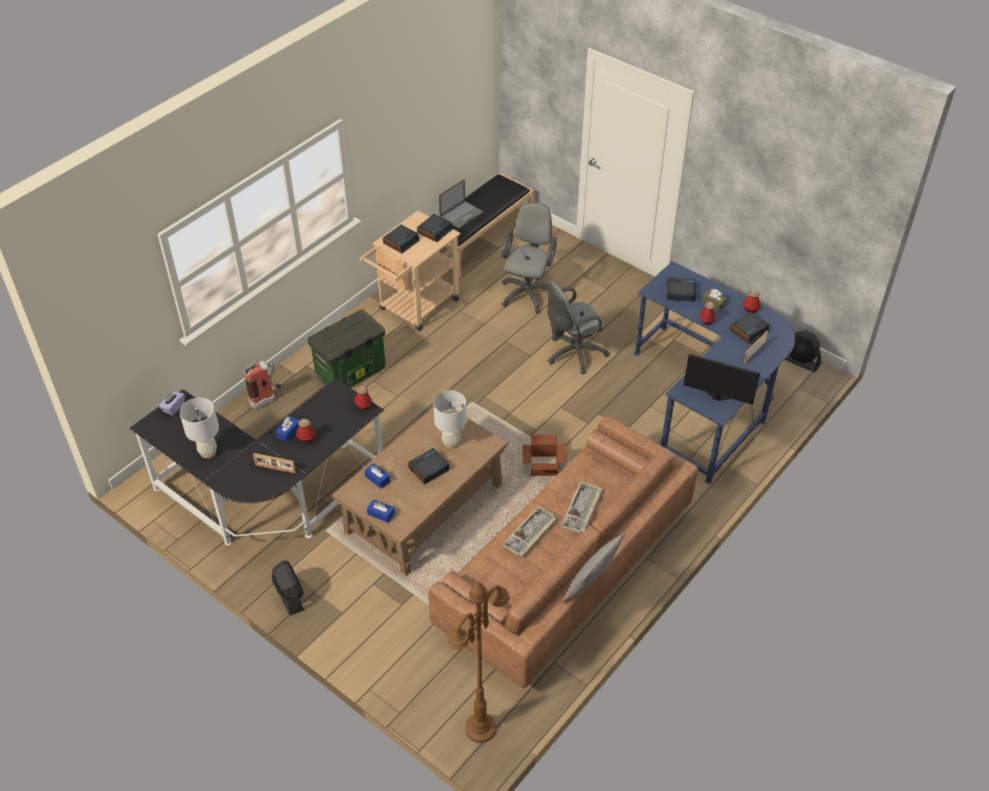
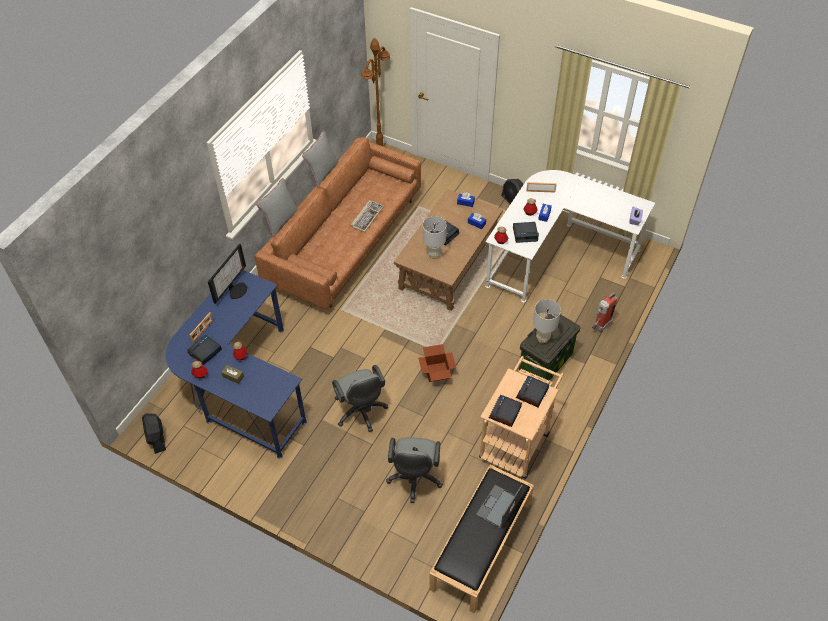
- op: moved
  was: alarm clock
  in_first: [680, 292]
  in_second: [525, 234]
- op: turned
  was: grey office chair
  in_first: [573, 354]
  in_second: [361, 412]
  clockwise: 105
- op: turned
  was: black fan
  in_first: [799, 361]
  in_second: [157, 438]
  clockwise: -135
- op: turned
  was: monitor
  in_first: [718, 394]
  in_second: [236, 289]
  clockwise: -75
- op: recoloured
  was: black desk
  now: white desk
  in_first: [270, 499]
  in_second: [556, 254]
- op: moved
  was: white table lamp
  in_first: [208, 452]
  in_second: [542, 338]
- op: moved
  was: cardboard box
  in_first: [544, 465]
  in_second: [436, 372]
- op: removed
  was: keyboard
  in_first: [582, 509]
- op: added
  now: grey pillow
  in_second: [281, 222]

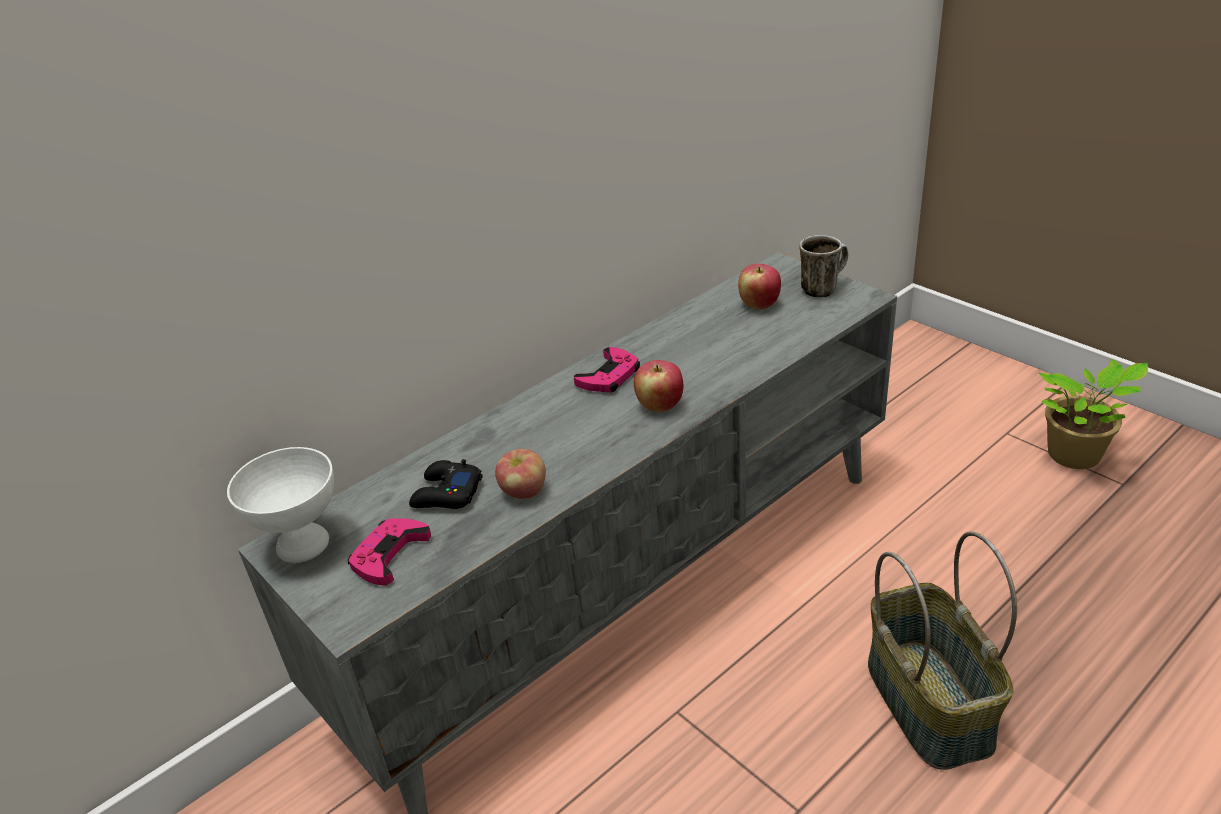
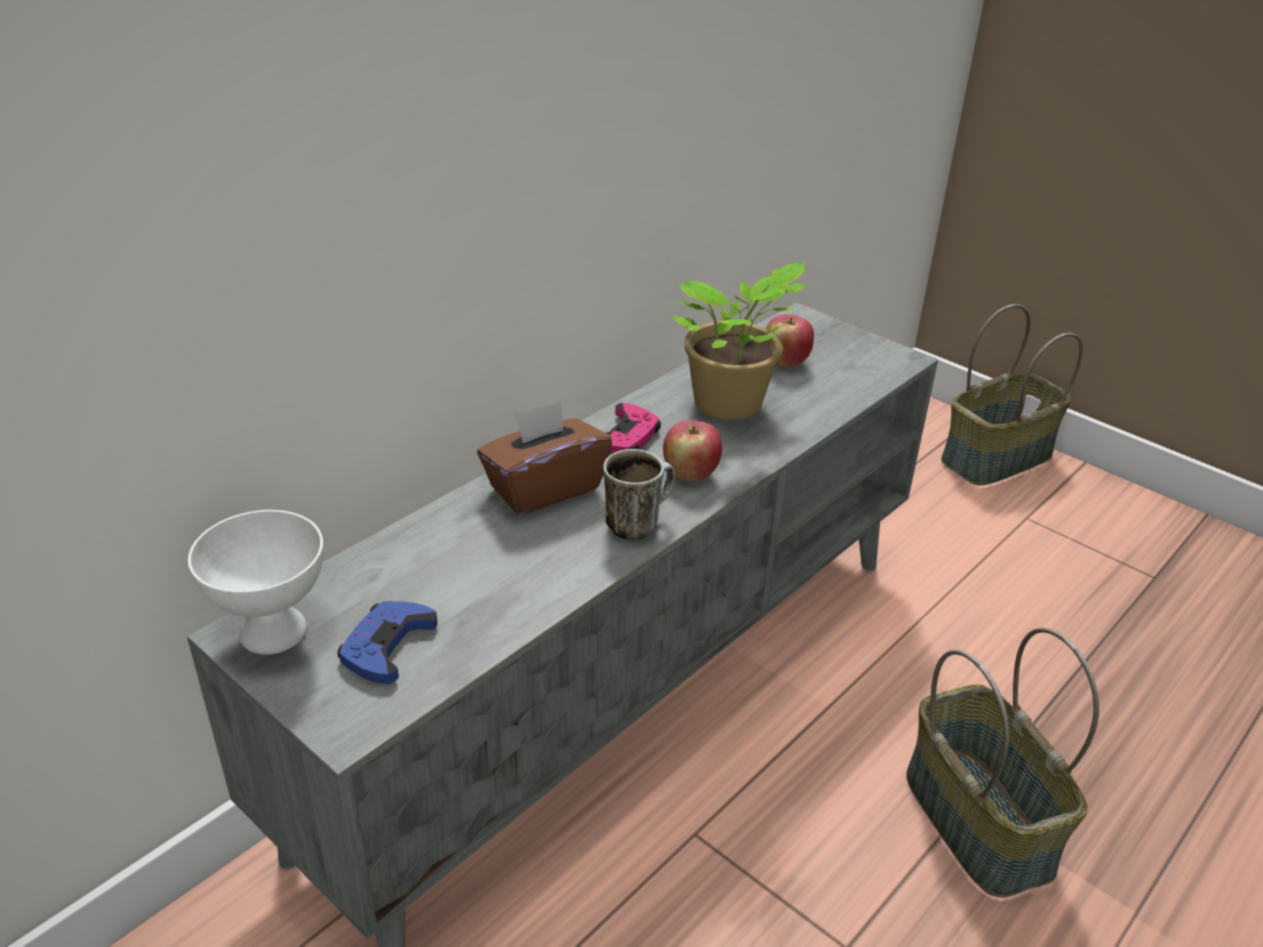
- op: moved
  was: mug
  in_first: [822, 288]
  in_second: [637, 522]
- op: moved
  was: potted plant
  in_first: [1076, 457]
  in_second: [730, 406]
- op: removed
  was: apple
  in_first: [524, 492]
- op: removed
  was: black game controller
  in_first: [446, 494]
- op: recoloured
  was: pink game controller
  now: blue game controller
  in_first: [389, 555]
  in_second: [387, 646]
- op: added
  now: basket
  in_second: [997, 459]
- op: added
  now: brown tissue box
  in_second: [544, 488]

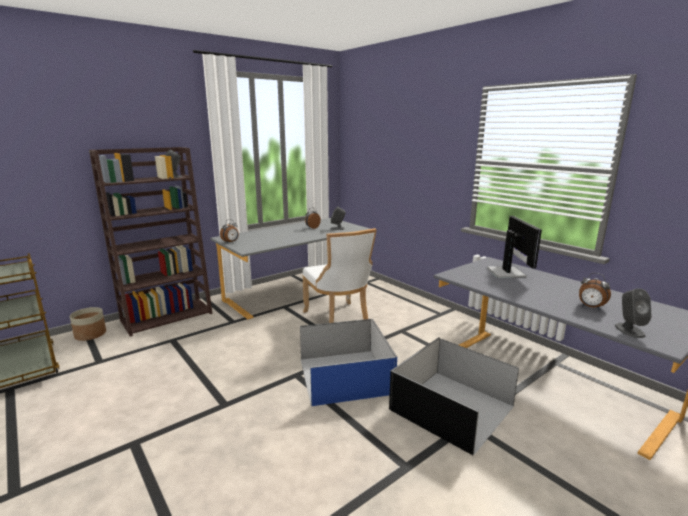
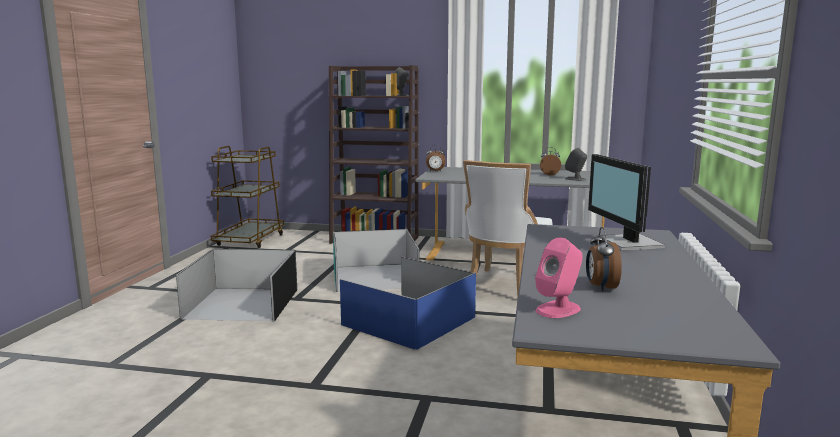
- op: turned
  was: monitor
  in_first: [507, 272]
  in_second: [628, 243]
  clockwise: 120
- op: recoloured
  was: grey speaker
  now: pink speaker
  in_first: [629, 330]
  in_second: [558, 309]
- op: removed
  was: planter
  in_first: [90, 334]
- op: moved
  was: black storage box
  in_first: [451, 408]
  in_second: [241, 303]
- op: added
  now: turquoise storage box
  in_second: [373, 277]

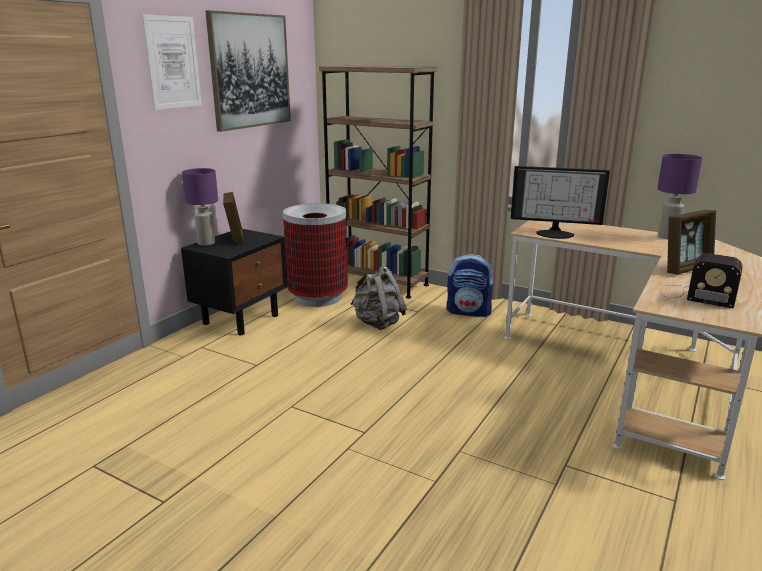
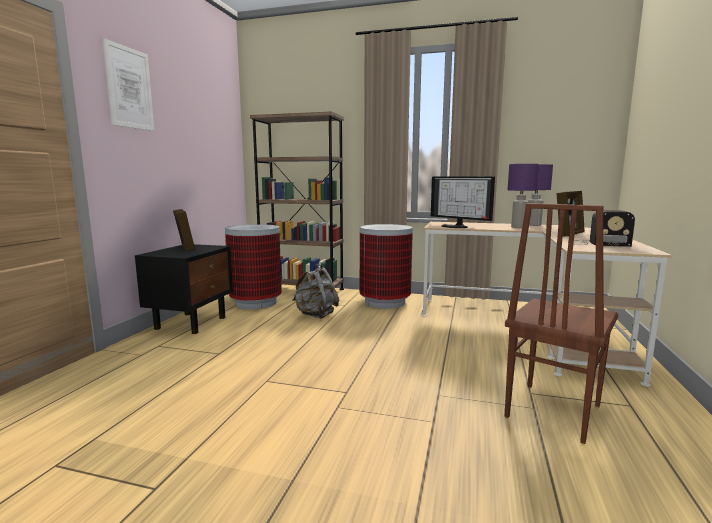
- op: removed
  was: picture
  in_first: [250, 71]
- op: turned
  was: monitor
  in_first: [555, 233]
  in_second: [456, 226]
  clockwise: 45
- op: moved
  was: purple table lamp
  in_first: [206, 243]
  in_second: [518, 227]
- op: replaced
  was: backpack
  now: trash can
  in_first: [469, 312]
  in_second: [385, 302]
- op: added
  now: brown chair
  in_second: [551, 411]

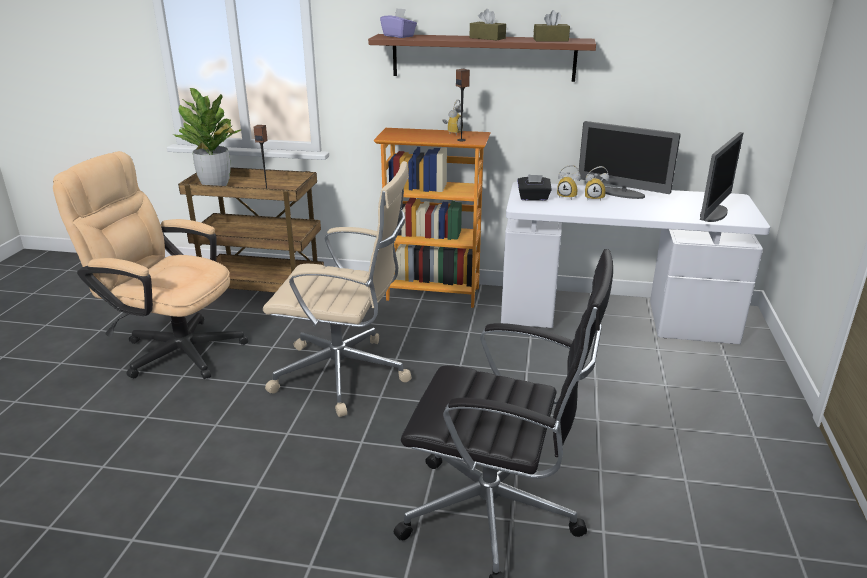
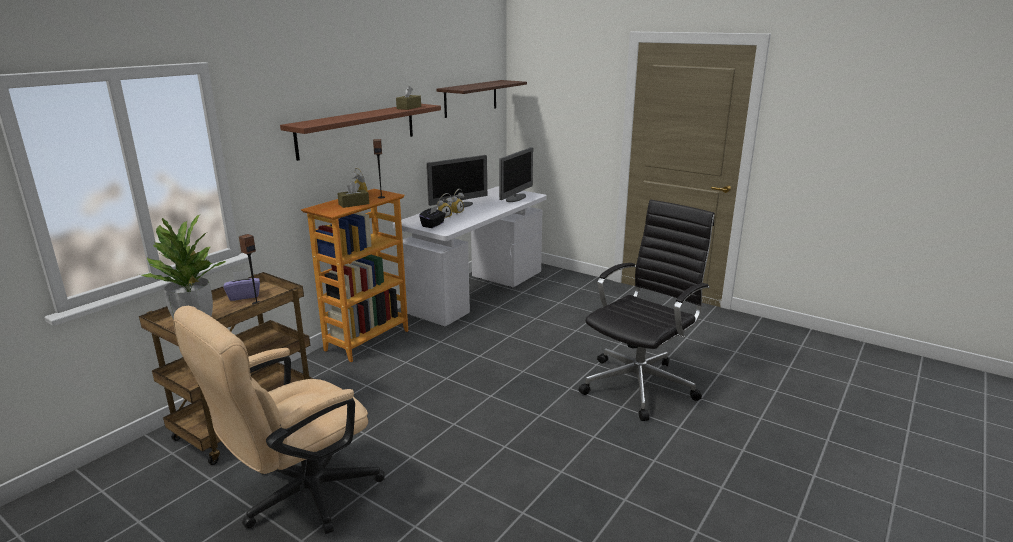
- op: moved
  was: purple tissue box
  in_first: [399, 36]
  in_second: [244, 296]
- op: moved
  was: brown tissue box
  in_first: [487, 38]
  in_second: [354, 204]
- op: turned
  was: monitor
  in_first: [713, 214]
  in_second: [516, 198]
  clockwise: 60
- op: removed
  was: beige office chair
  in_first: [345, 375]
- op: added
  now: shelf
  in_second: [471, 98]

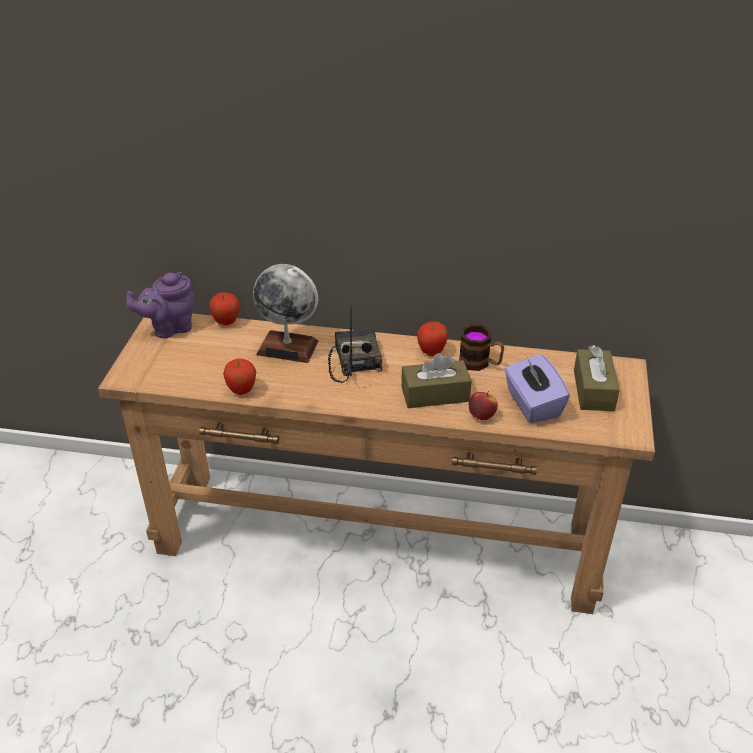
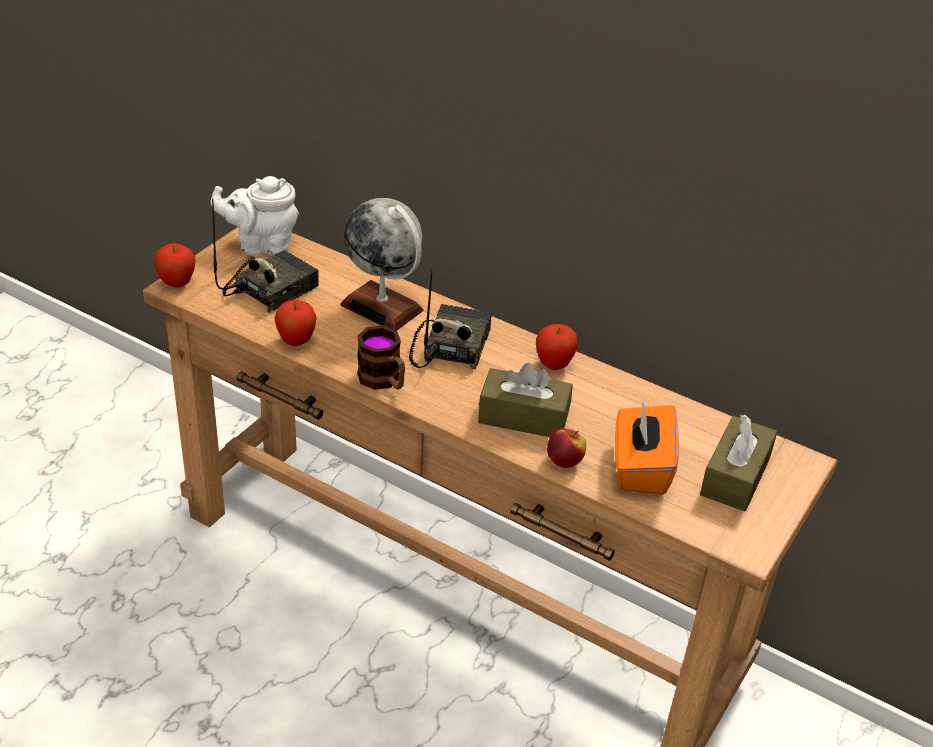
- op: recoloured
  was: purple teapot
  now: white teapot
  in_first: [169, 328]
  in_second: [261, 245]
- op: moved
  was: apple
  in_first: [226, 322]
  in_second: [177, 284]
- op: moved
  was: mug
  in_first: [480, 363]
  in_second: [384, 381]
- op: recoloured
  was: purple tissue box
  now: orange tissue box
  in_first: [532, 404]
  in_second: [640, 468]
- op: added
  now: radio
  in_second: [270, 289]

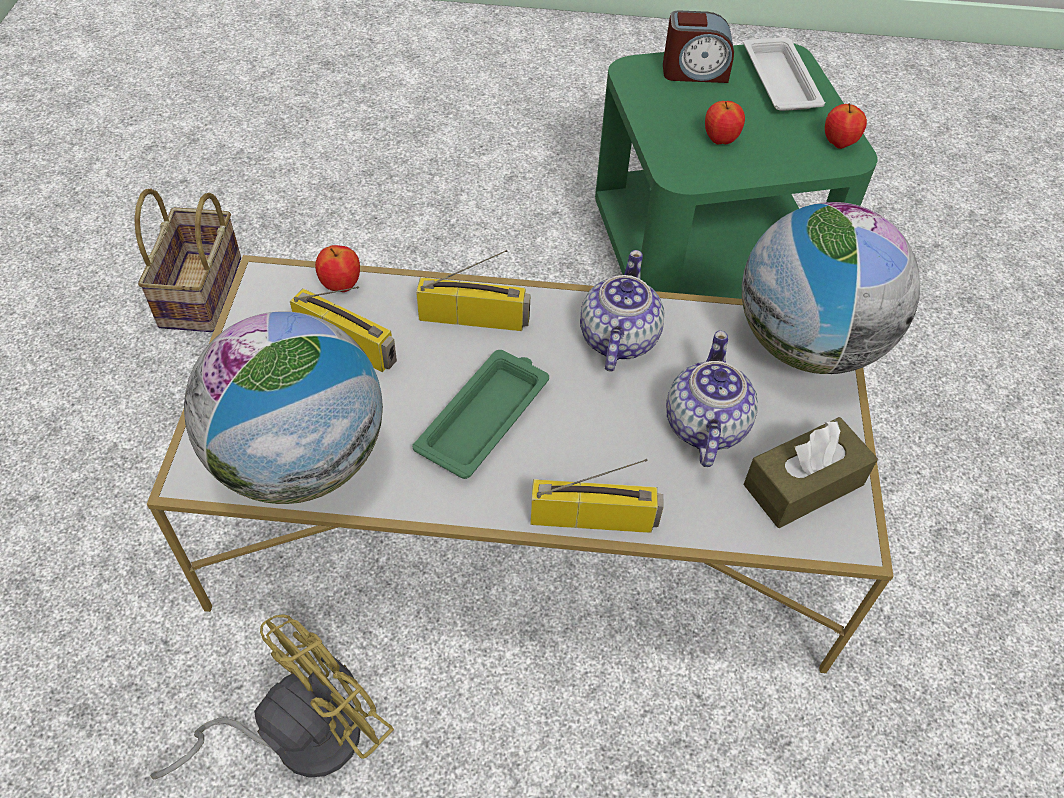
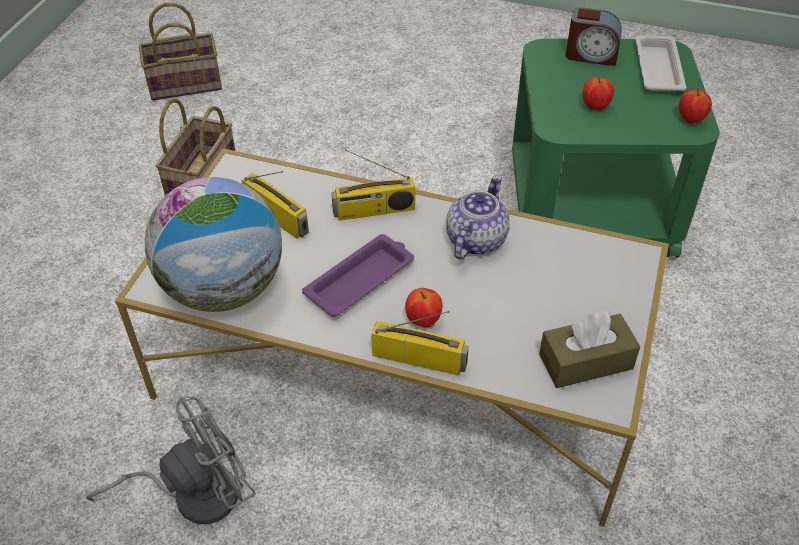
- op: removed
  was: globe
  in_first: [806, 344]
- op: moved
  was: apple
  in_first: [341, 286]
  in_second: [423, 321]
- op: turned
  was: radio
  in_first: [474, 317]
  in_second: [374, 211]
  clockwise: 150
- op: removed
  was: teapot
  in_first: [704, 426]
- op: recoloured
  was: green tray
  now: purple tray
  in_first: [485, 417]
  in_second: [361, 279]
- op: recoloured
  was: yellow fan
  now: grey fan
  in_first: [298, 735]
  in_second: [194, 494]
- op: added
  now: basket
  in_second: [186, 83]

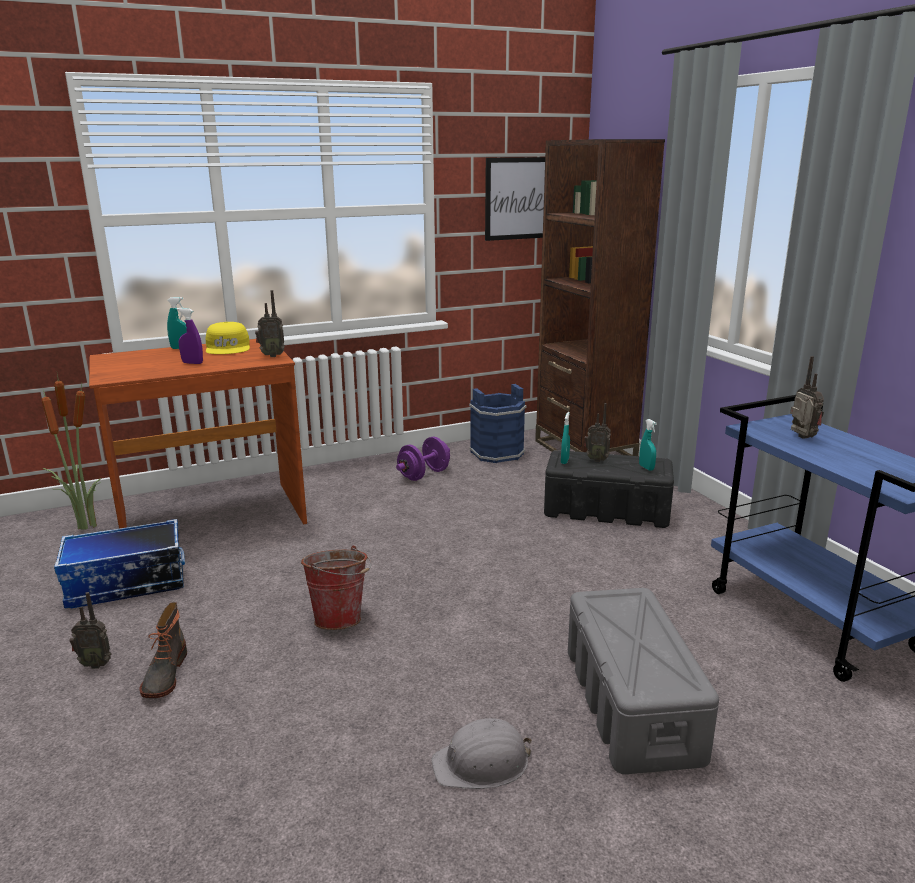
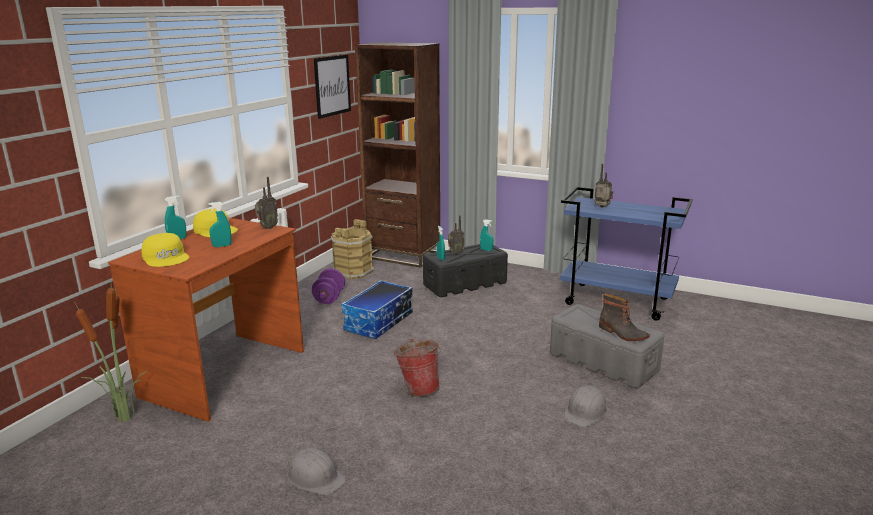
- op: recoloured
  was: purple spray bottle
  now: turquoise spray bottle
  in_first: [192, 363]
  in_second: [222, 246]
- op: recoloured
  was: blue bucket
  now: brown bucket
  in_first: [497, 453]
  in_second: [353, 271]
- op: moved
  was: storage box
  in_first: [126, 584]
  in_second: [379, 322]
- op: replaced
  was: radio
  now: grey hard hat
  in_first: [96, 664]
  in_second: [315, 477]
- op: moved
  was: boot
  in_first: [164, 675]
  in_second: [622, 333]
- op: added
  now: yellow cap
  in_second: [166, 257]

